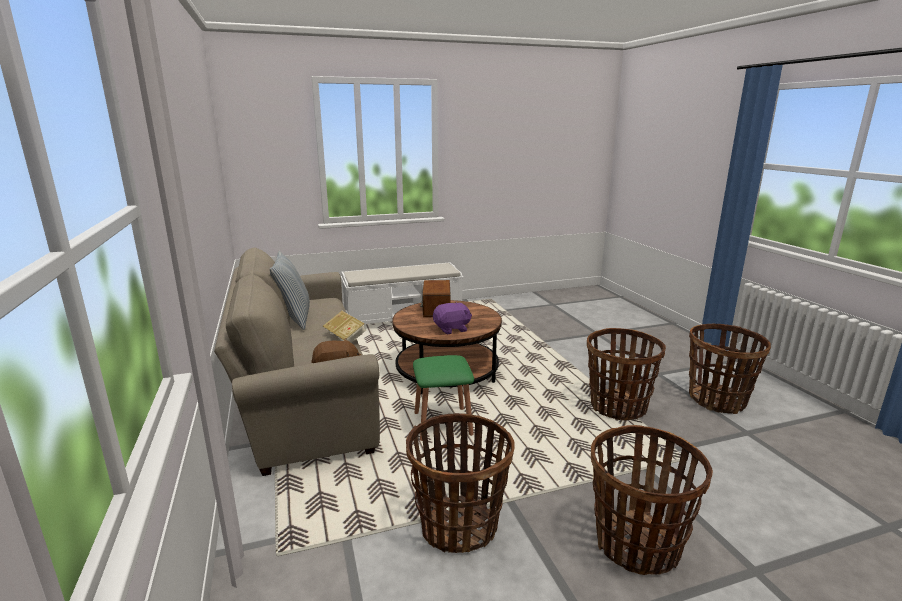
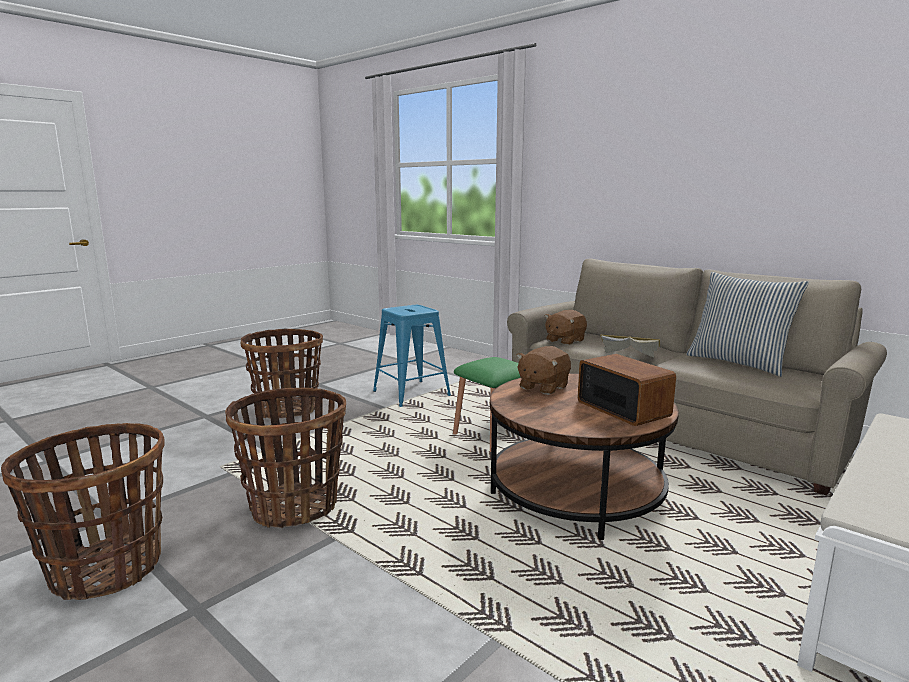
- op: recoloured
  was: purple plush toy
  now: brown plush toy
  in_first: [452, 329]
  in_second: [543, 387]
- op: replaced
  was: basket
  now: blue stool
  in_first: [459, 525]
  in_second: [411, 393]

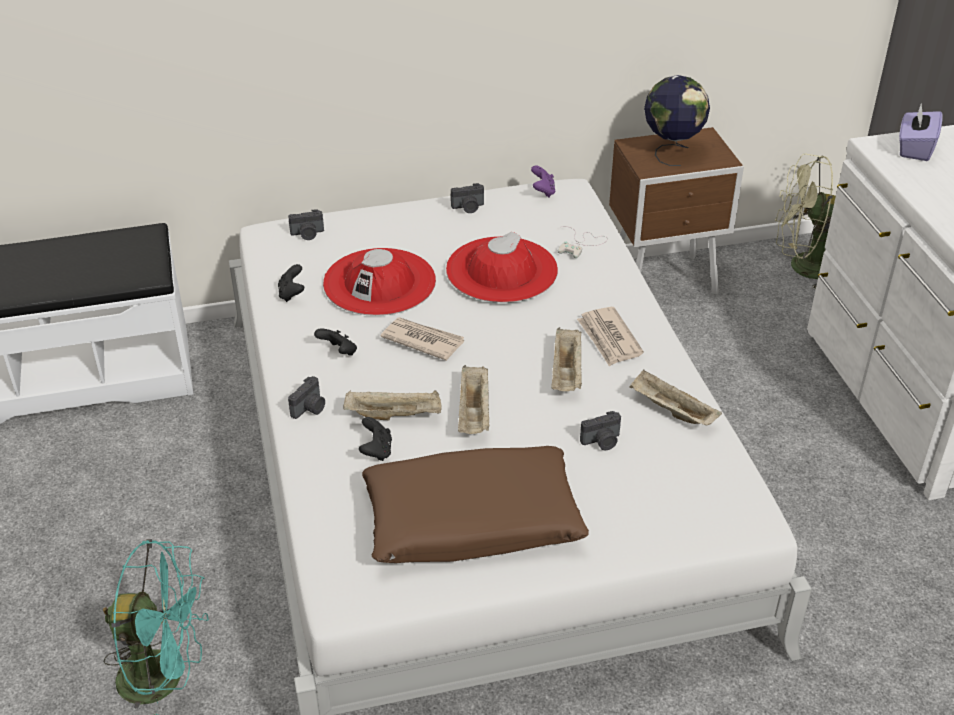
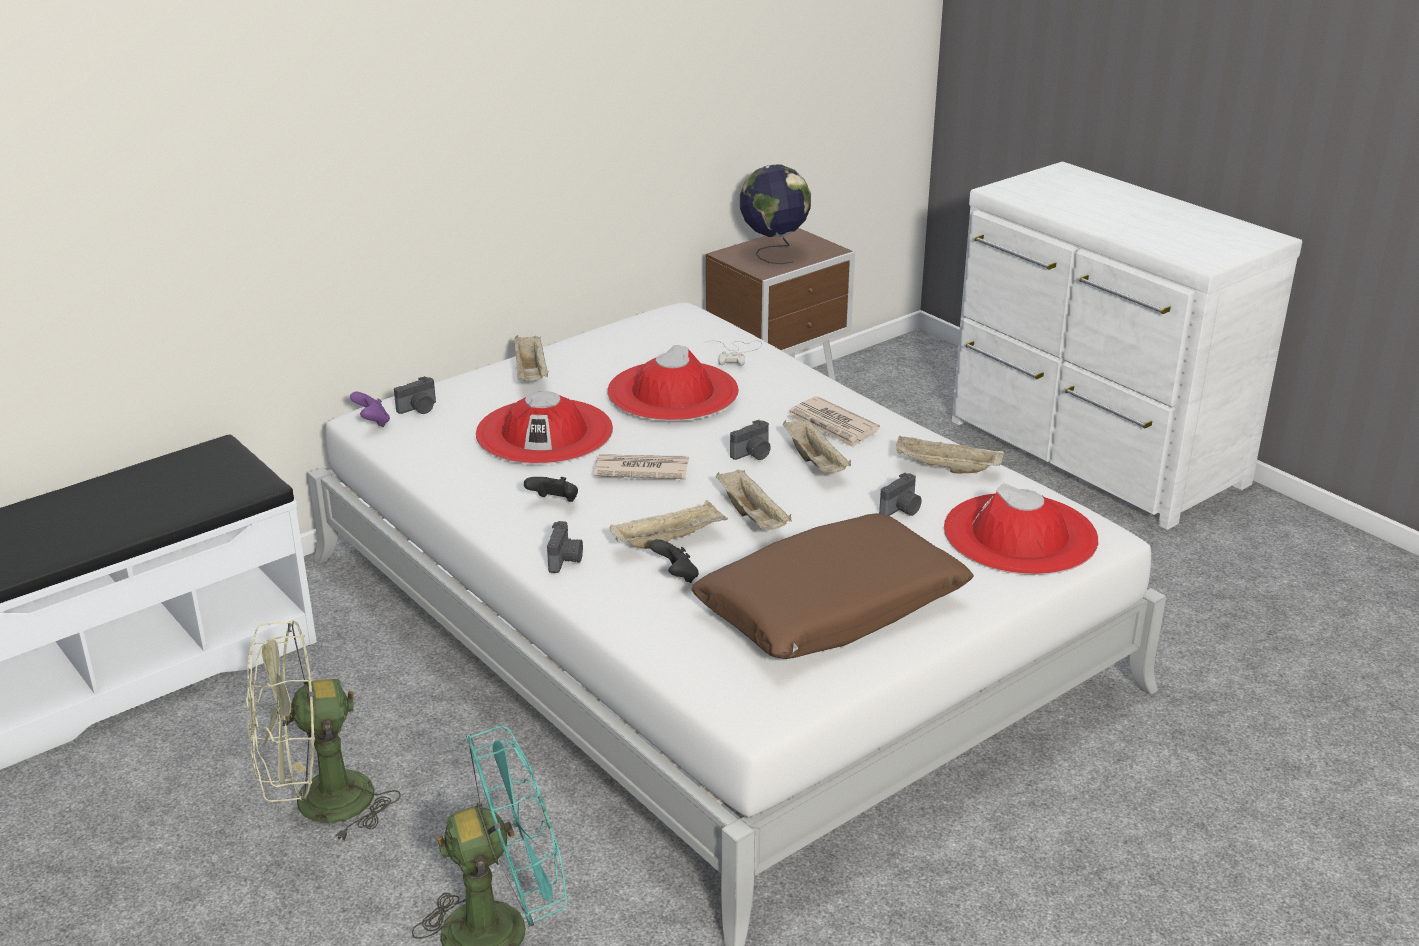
- op: removed
  was: purple tissue box
  in_first: [915, 148]
- op: moved
  was: green fan
  in_first: [802, 268]
  in_second: [317, 805]
- op: moved
  was: purple game controller
  in_first: [543, 191]
  in_second: [372, 422]
- op: moved
  was: photo camera
  in_first: [468, 208]
  in_second: [753, 454]
- op: removed
  was: black game controller
  in_first: [292, 294]
- op: added
  now: beige tray
  in_second: [531, 374]
- op: added
  now: red hat
  in_second: [1020, 535]

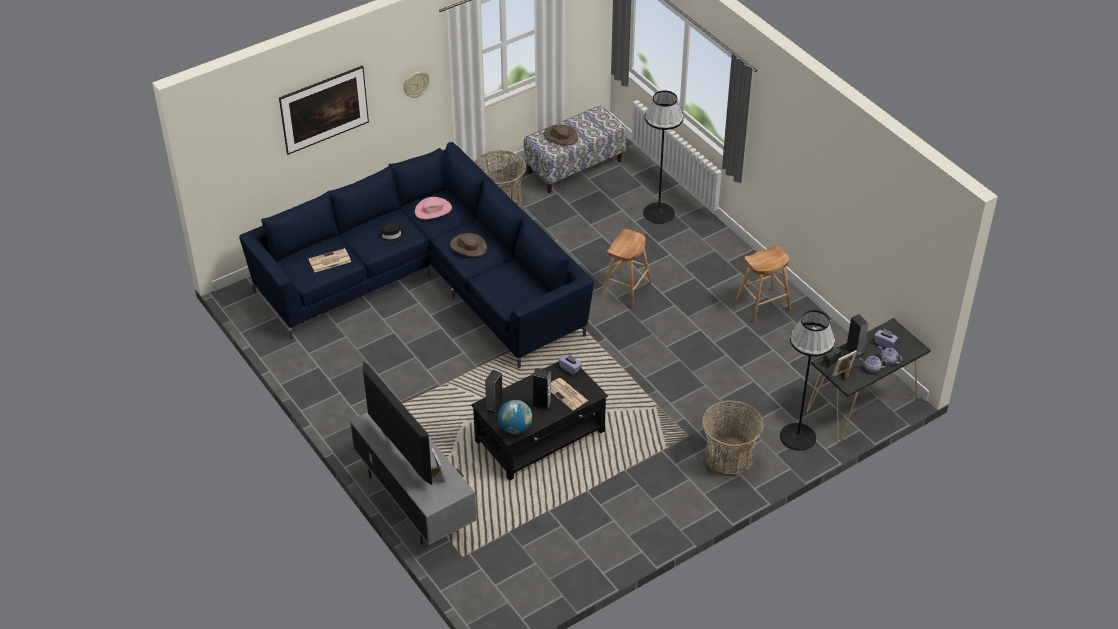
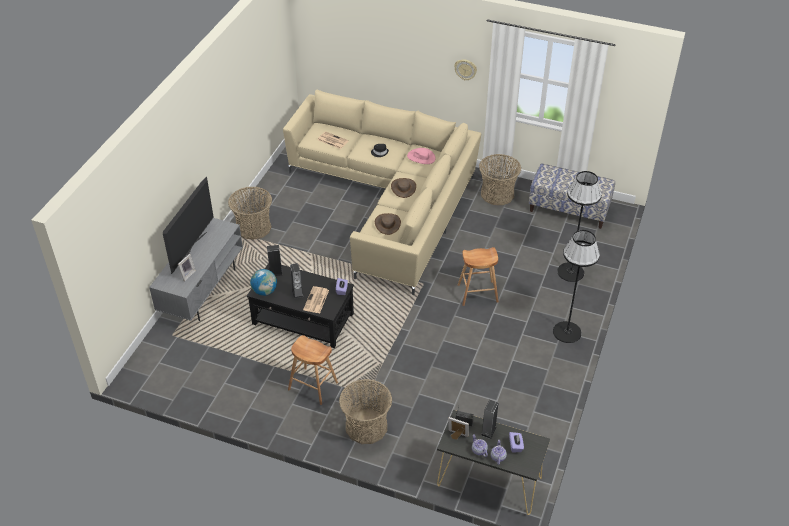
- op: removed
  was: picture
  in_first: [326, 123]
- op: moved
  was: brown hat
  in_first: [560, 136]
  in_second: [387, 224]
- op: recoloured
  was: blue sofa
  now: beige sofa
  in_first: [429, 282]
  in_second: [391, 202]
- op: moved
  was: brown stool
  in_first: [763, 305]
  in_second: [313, 386]
- op: moved
  was: black floor lamp
  in_first: [798, 437]
  in_second: [567, 332]
- op: added
  now: basket
  in_second: [253, 227]

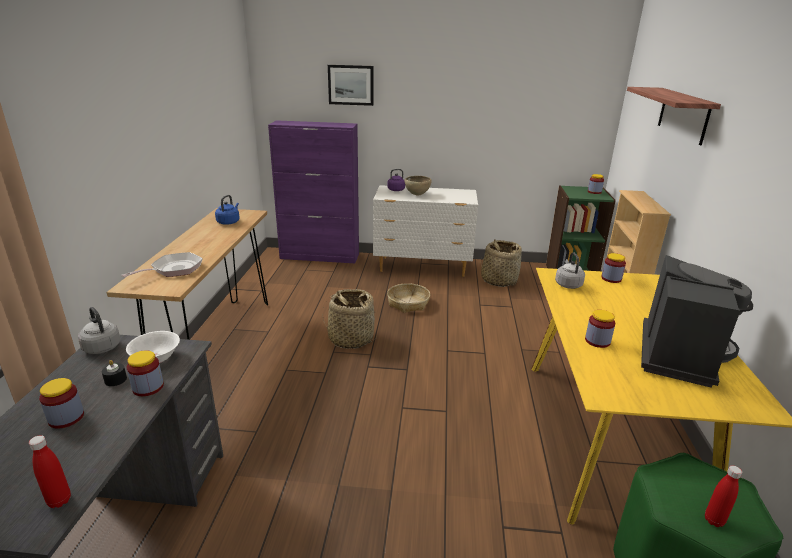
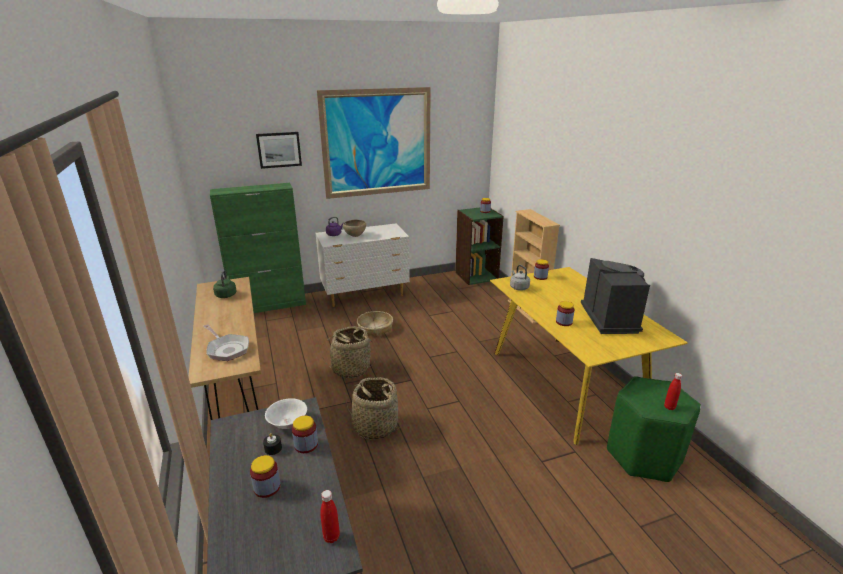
- op: removed
  was: shelf
  in_first: [683, 115]
- op: recoloured
  was: purple cabinet
  now: green cabinet
  in_first: [320, 256]
  in_second: [269, 305]
- op: recoloured
  was: blue kettle
  now: green kettle
  in_first: [229, 222]
  in_second: [226, 294]
- op: moved
  was: basket
  in_first: [498, 280]
  in_second: [375, 426]
- op: turned
  was: frying pan
  in_first: [173, 269]
  in_second: [227, 349]
  clockwise: 120
- op: removed
  was: grey kettle
  in_first: [101, 346]
- op: added
  now: picture
  in_second: [377, 143]

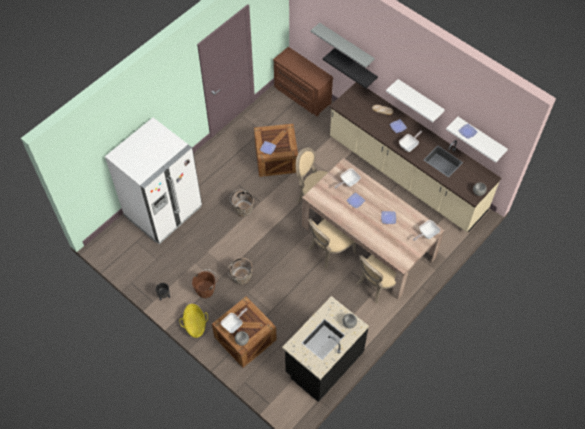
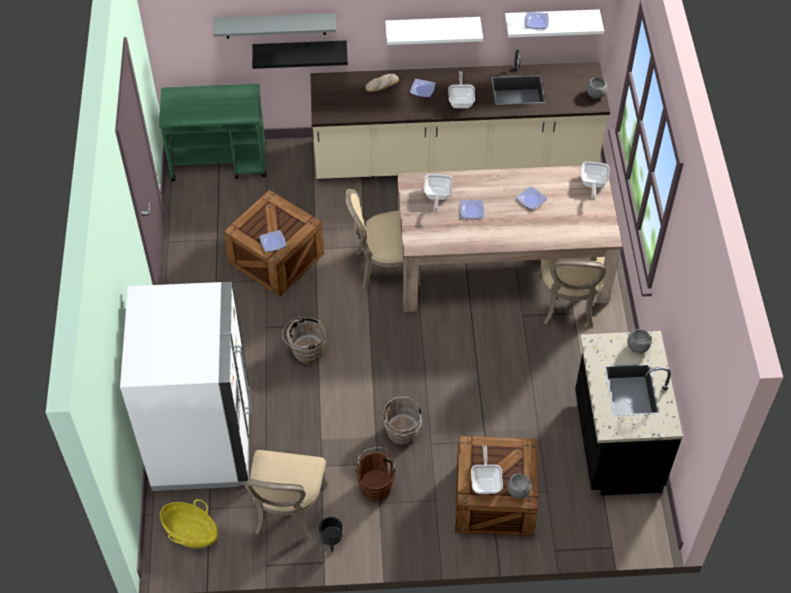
- op: replaced
  was: brown dresser
  now: green cart
  in_first: [301, 96]
  in_second: [219, 161]
- op: moved
  was: beige chair
  in_first: [329, 250]
  in_second: [287, 510]
- op: moved
  was: basket
  in_first: [195, 324]
  in_second: [191, 532]

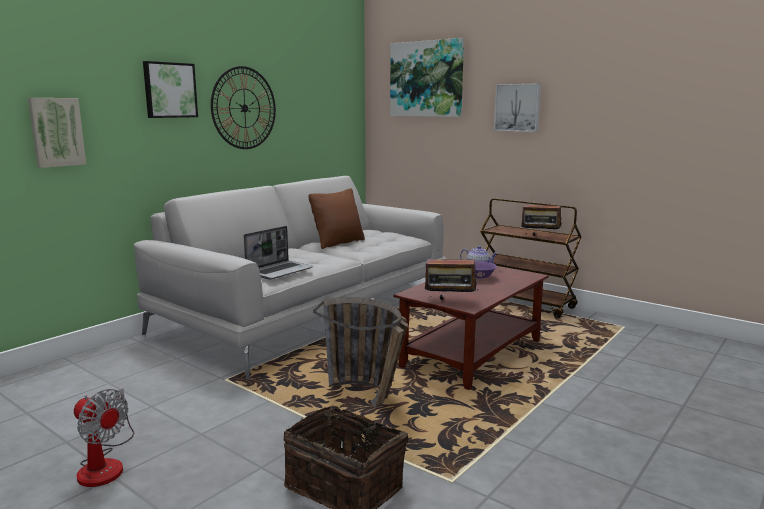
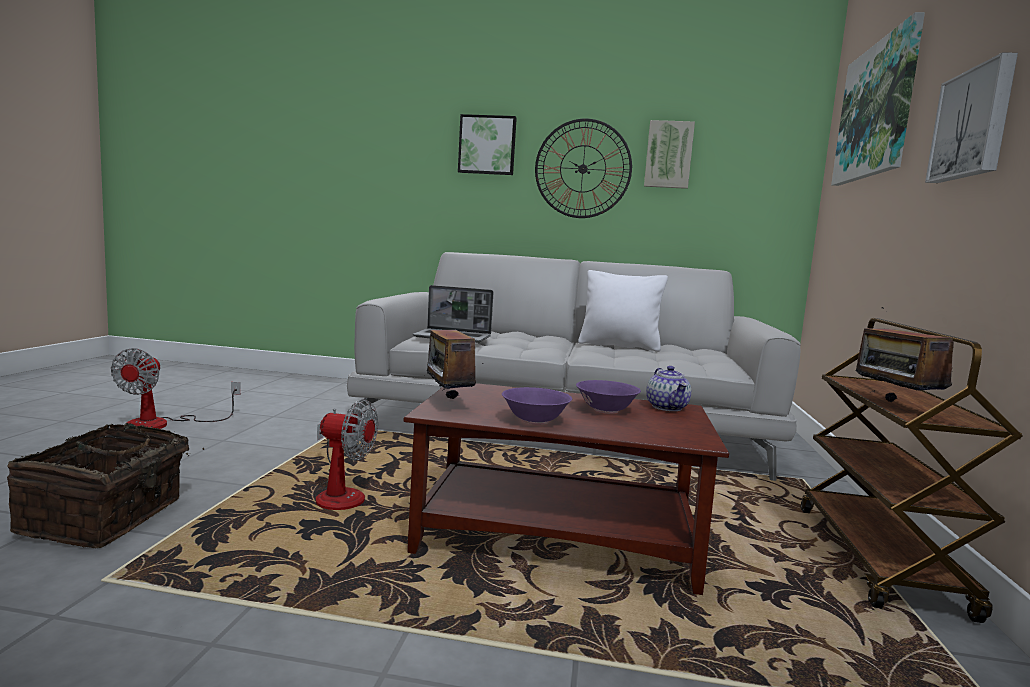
- op: moved
  was: picture
  in_first: [56, 132]
  in_second: [668, 155]
- op: recoloured
  was: brown pillow
  now: white pillow
  in_first: [338, 243]
  in_second: [619, 346]
- op: replaced
  was: basket
  now: fan
  in_first: [370, 399]
  in_second: [337, 494]
- op: added
  now: purple bowl
  in_second: [534, 420]

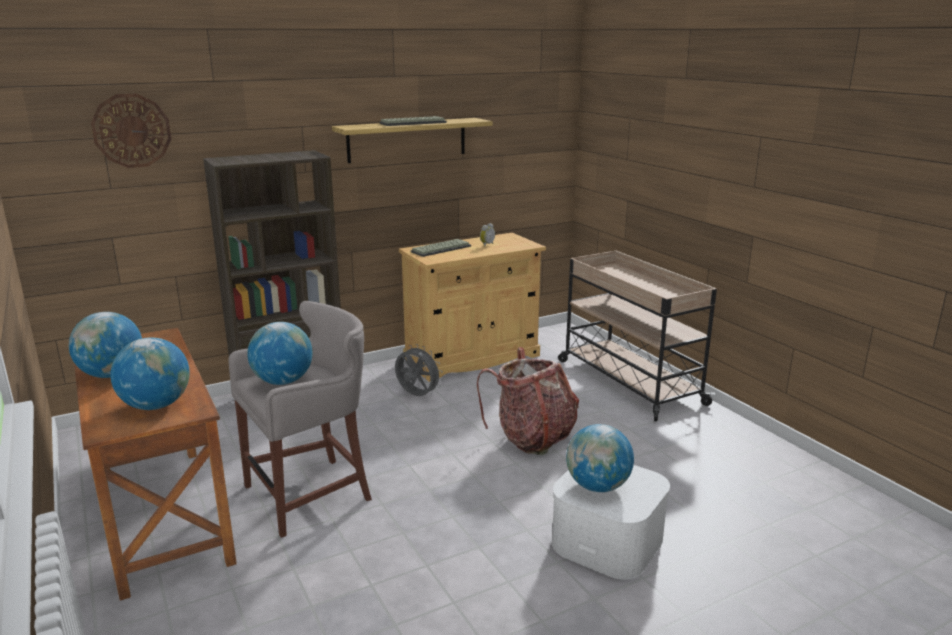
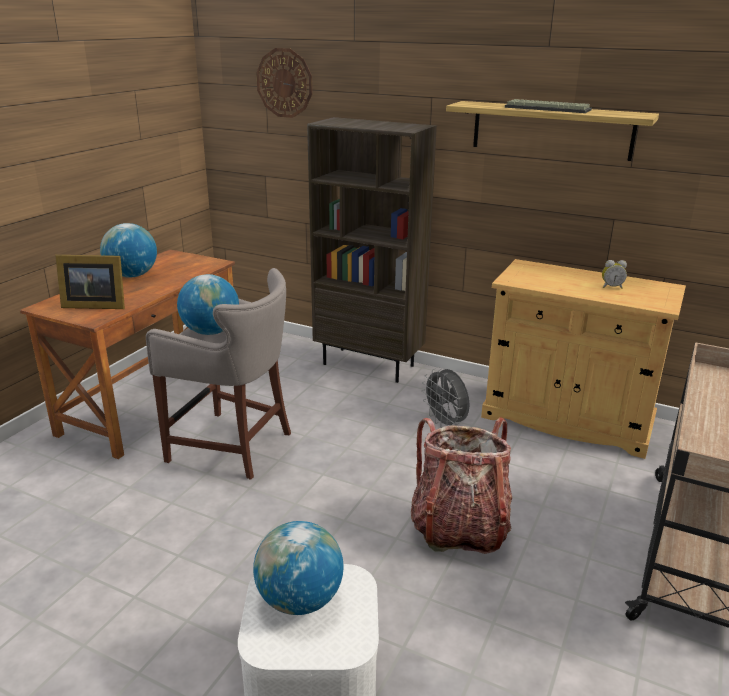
- op: removed
  was: keyboard
  in_first: [441, 248]
- op: replaced
  was: globe
  now: picture frame
  in_first: [156, 405]
  in_second: [93, 305]
- op: turned
  was: grey fan
  in_first: [417, 396]
  in_second: [445, 423]
  clockwise: 150

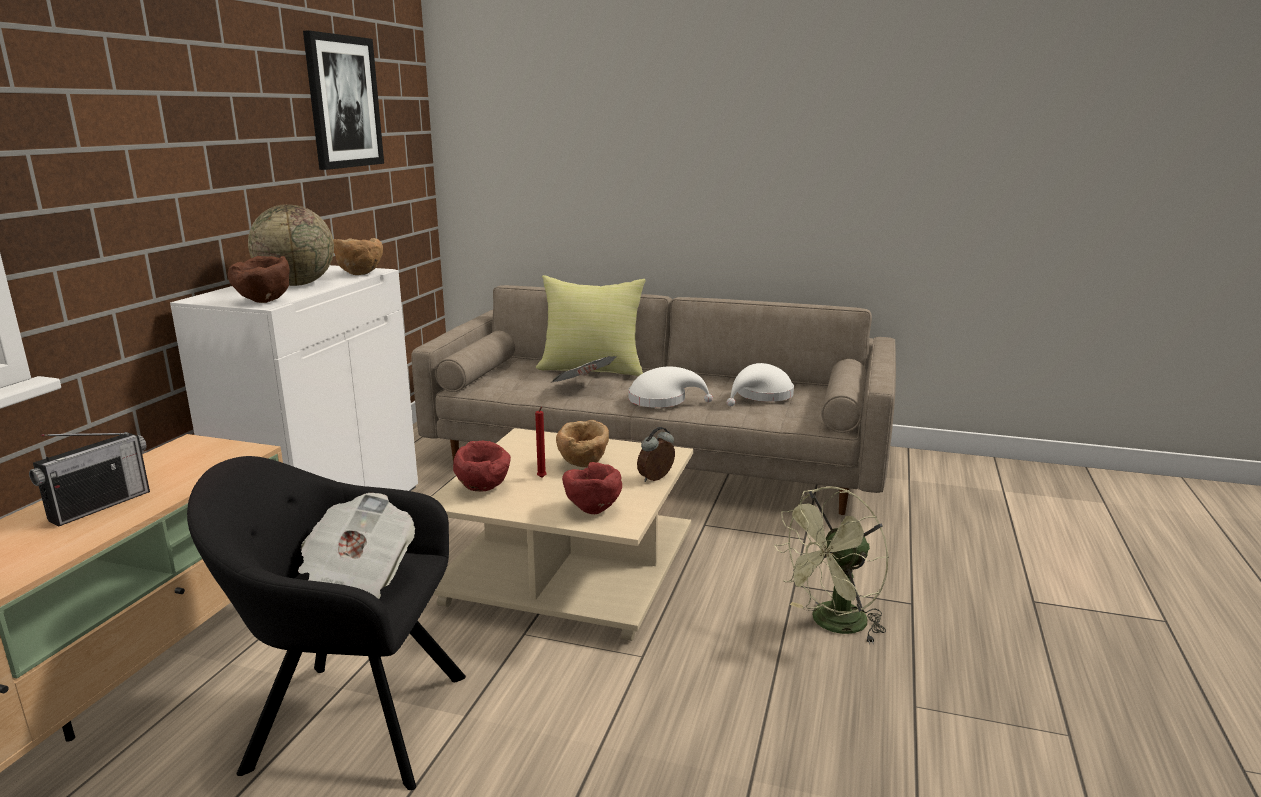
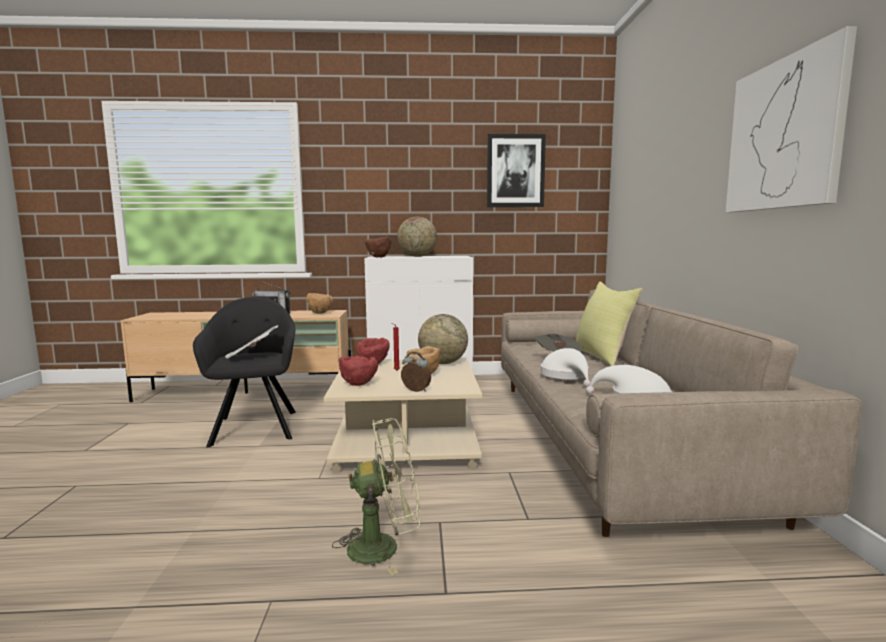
- op: moved
  was: brown bowl
  in_first: [359, 274]
  in_second: [320, 313]
- op: turned
  was: green fan
  in_first: [832, 625]
  in_second: [384, 546]
  clockwise: 135
- op: added
  now: picture
  in_second: [784, 134]
- op: added
  now: globe
  in_second: [443, 363]

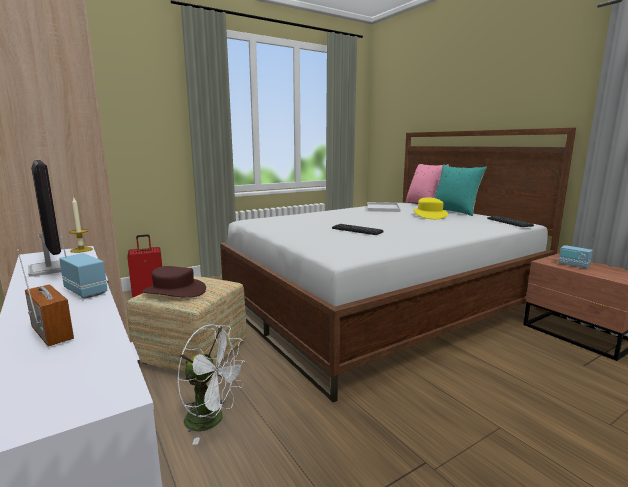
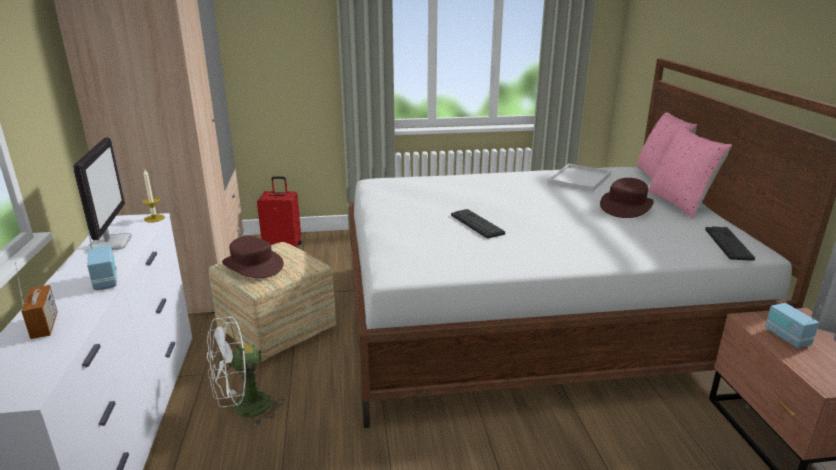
- op: recoloured
  was: turquoise pillow
  now: pink pillow
  in_first: [454, 212]
  in_second: [680, 203]
- op: recoloured
  was: yellow hat
  now: brown hat
  in_first: [429, 215]
  in_second: [626, 206]
- op: turned
  was: white fan
  in_first: [212, 420]
  in_second: [243, 409]
  clockwise: 105

